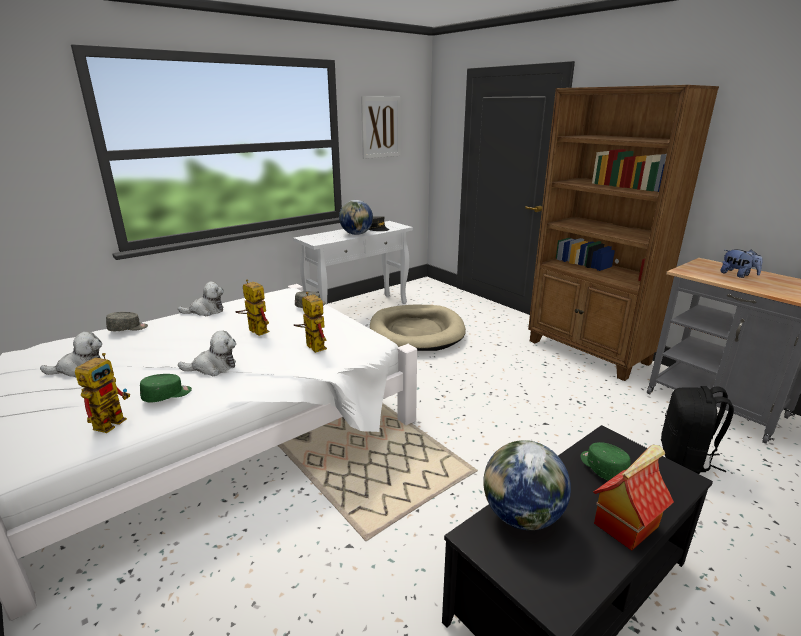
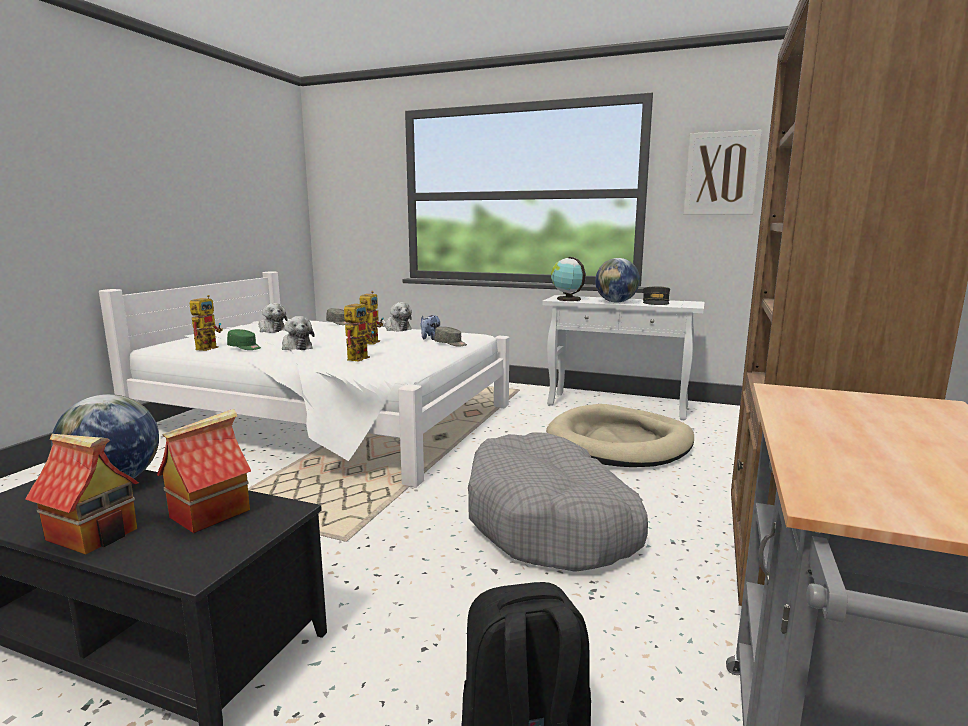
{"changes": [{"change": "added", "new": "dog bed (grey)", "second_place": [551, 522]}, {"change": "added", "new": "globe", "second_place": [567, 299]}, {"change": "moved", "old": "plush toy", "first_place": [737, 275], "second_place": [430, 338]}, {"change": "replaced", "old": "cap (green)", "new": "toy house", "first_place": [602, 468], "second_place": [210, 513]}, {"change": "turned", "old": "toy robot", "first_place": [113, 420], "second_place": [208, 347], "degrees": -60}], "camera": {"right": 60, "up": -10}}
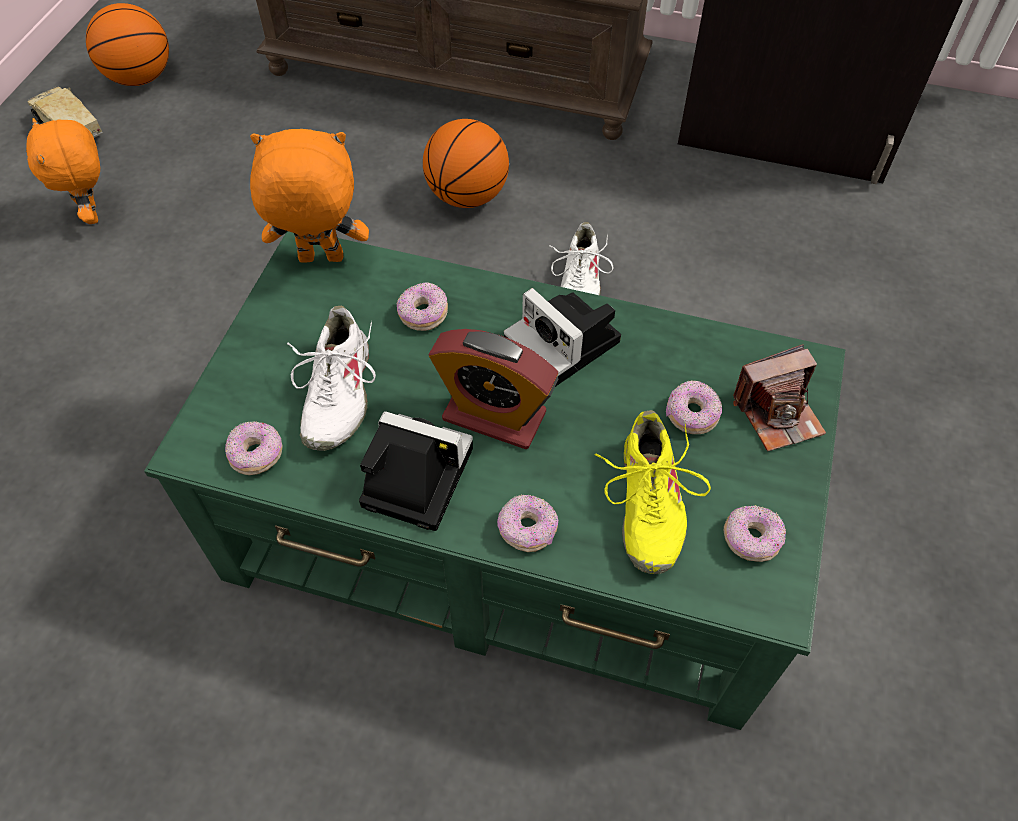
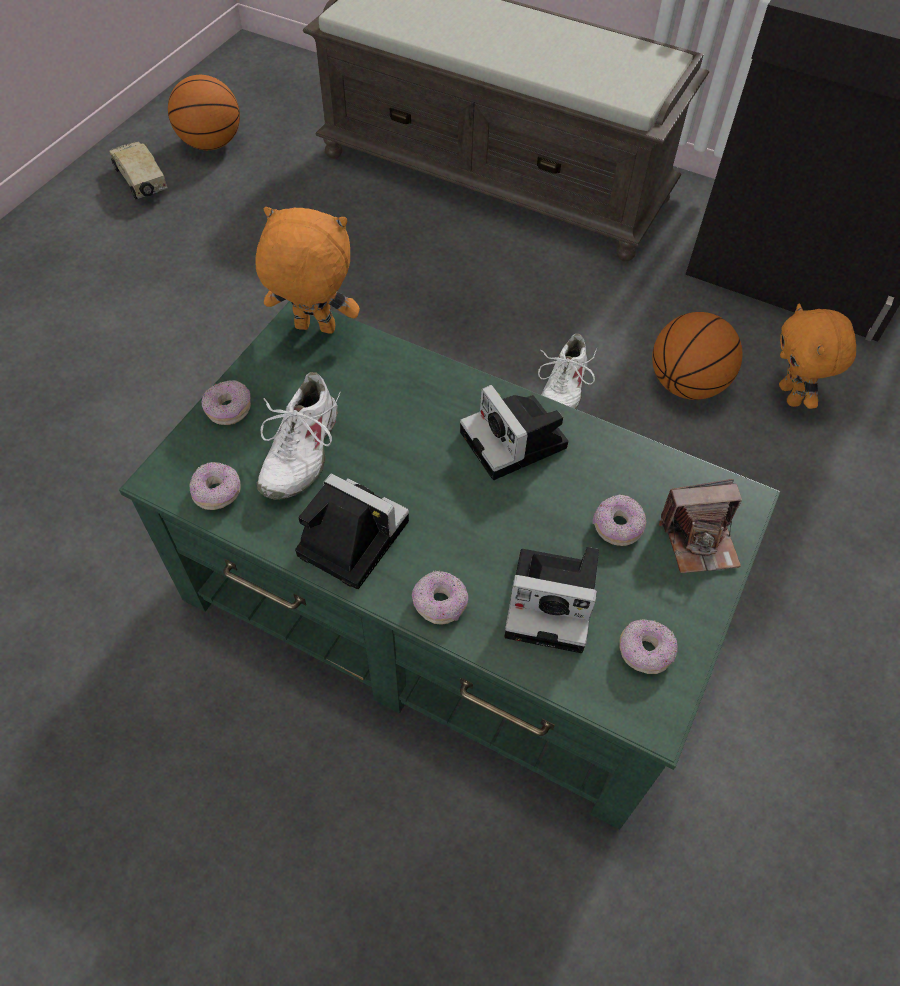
{"changes": [{"change": "removed", "old": "alarm clock", "first_place": [494, 416]}, {"change": "moved", "old": "plush toy (orange)", "first_place": [94, 214], "second_place": [791, 395]}, {"change": "moved", "old": "donut", "first_place": [423, 314], "second_place": [229, 409]}, {"change": "moved", "old": "basketball", "first_place": [467, 196], "second_place": [686, 384]}, {"change": "replaced", "old": "shoe (yellow)", "new": "photo camera", "first_place": [646, 505], "second_place": [555, 601]}], "camera": {"right": 10, "up": 0}}
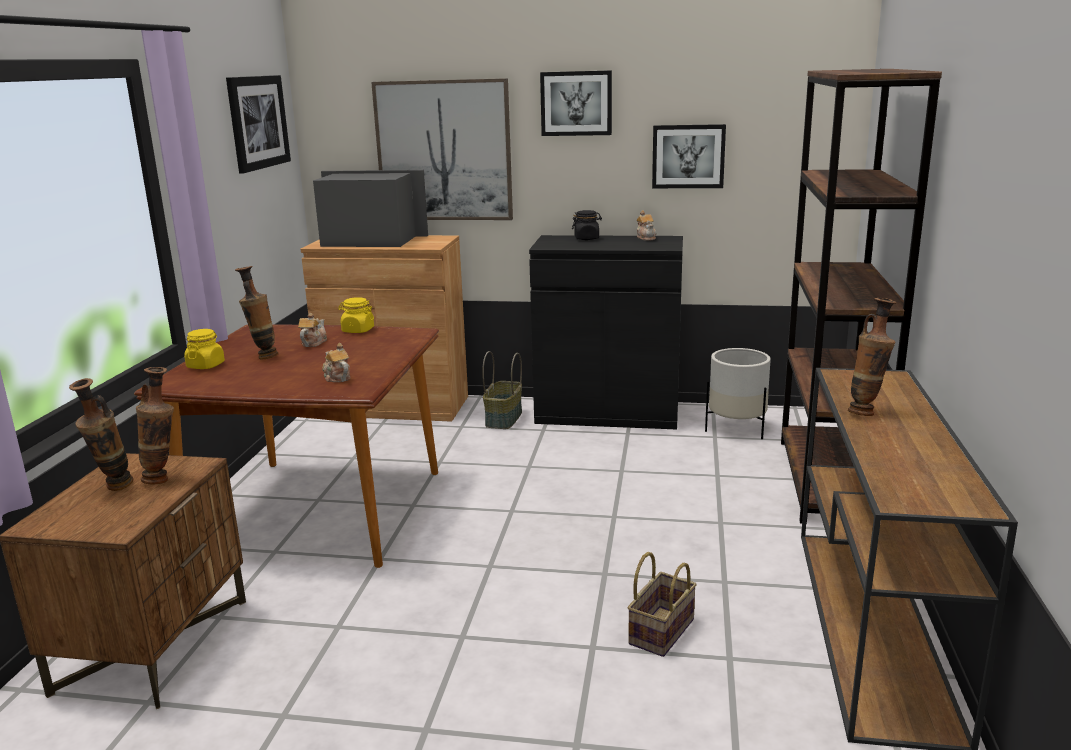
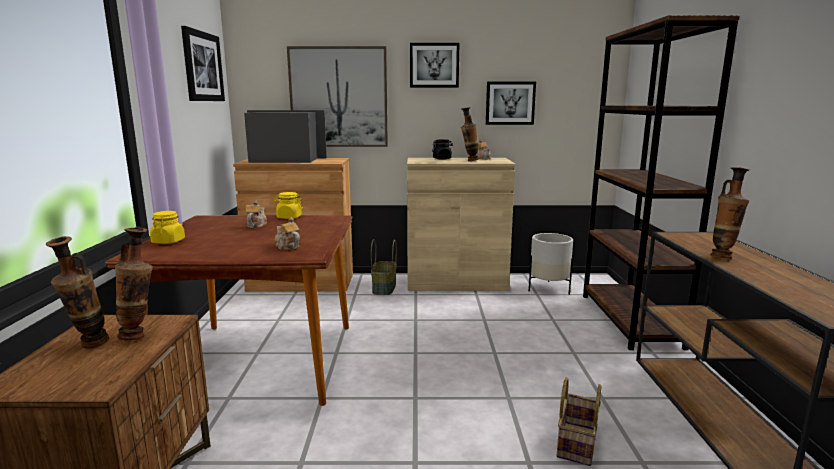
{"changes": [{"change": "moved", "old": "vase", "first_place": [263, 357], "second_place": [469, 161]}, {"change": "recoloured", "old": "cabinet (black)", "new": "cabinet (beige)", "first_place": [607, 413], "second_place": [456, 282]}], "camera": {"right": -10, "up": -5}}
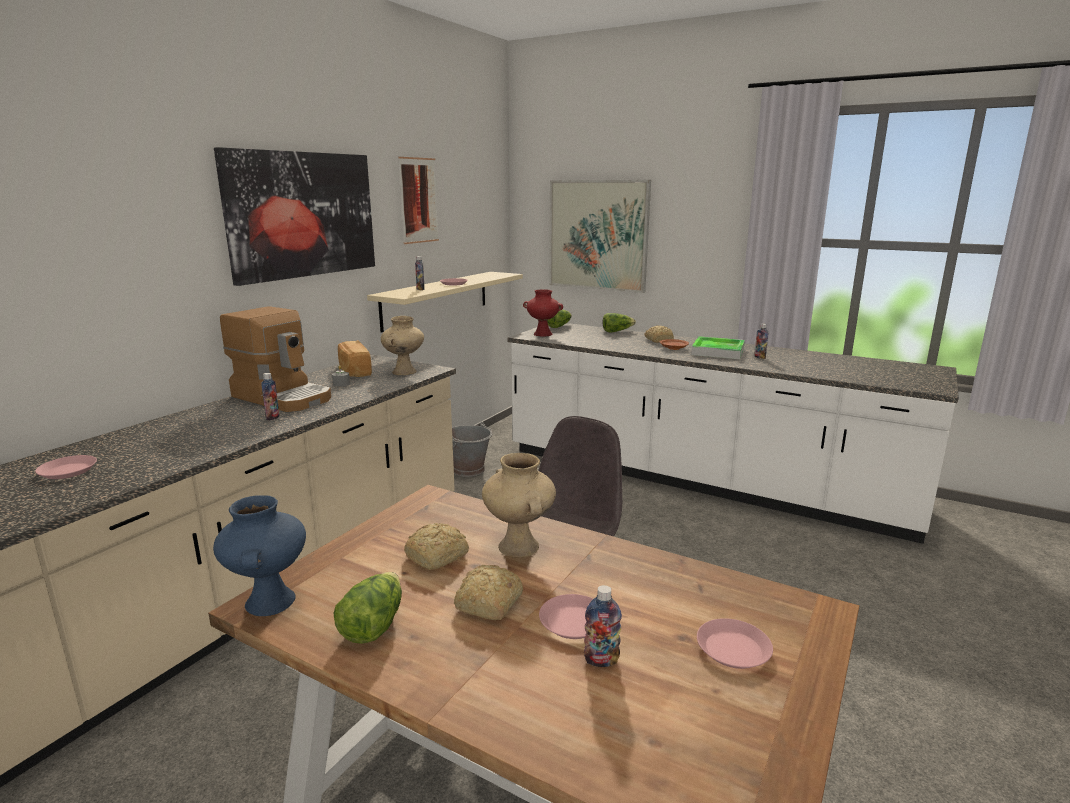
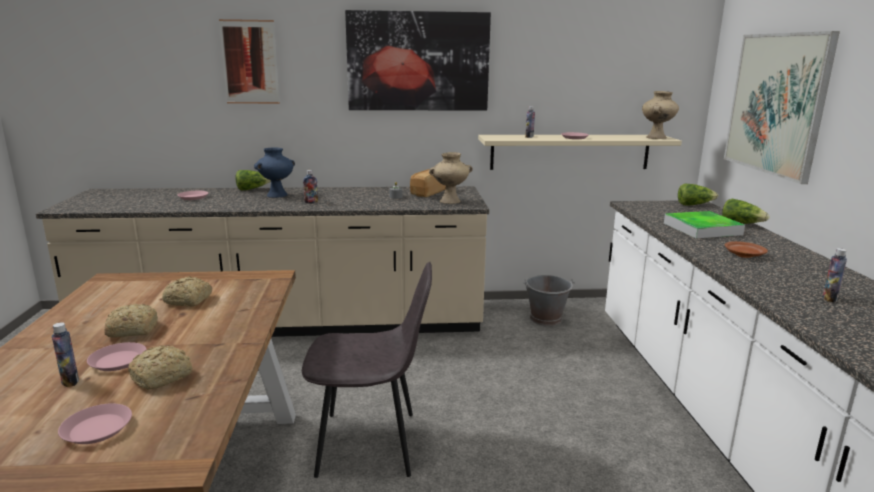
{"changes": [{"change": "removed", "old": "coffee machine", "first_place": [283, 397]}, {"change": "removed", "old": "vase (red)", "first_place": [543, 334]}, {"change": "moved", "old": "vase (blue)", "first_place": [269, 601], "second_place": [277, 195]}, {"change": "moved", "old": "lettuce", "first_place": [373, 624], "second_place": [252, 189]}, {"change": "moved", "old": "picture", "first_place": [418, 200], "second_place": [250, 62]}, {"change": "moved", "old": "vase (beige)", "first_place": [520, 547], "second_place": [656, 138]}, {"change": "moved", "old": "bread", "first_place": [659, 340], "second_place": [163, 377]}, {"change": "moved", "old": "tray", "first_place": [718, 351], "second_place": [702, 229]}], "camera": {"right": 55, "up": 0}}
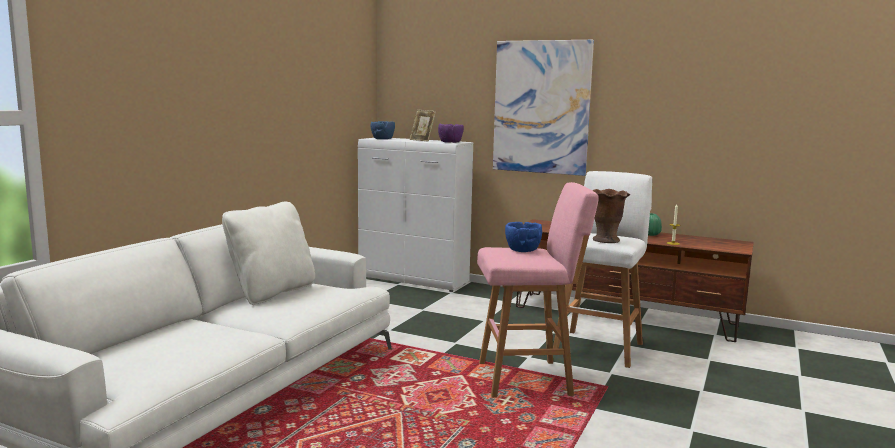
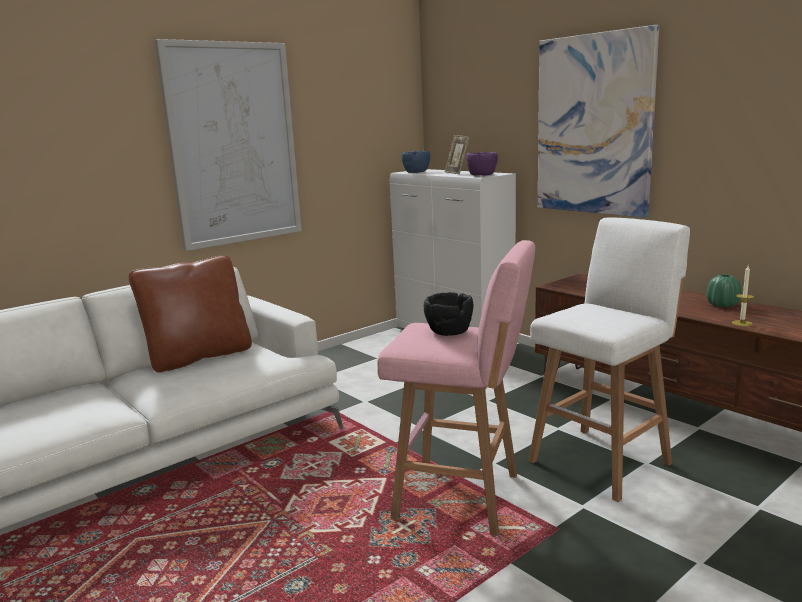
{"changes": [{"change": "removed", "old": "vase (brown)", "first_place": [606, 240]}, {"change": "added", "new": "picture", "second_place": [233, 144]}, {"change": "recoloured", "old": "pillow (white)", "new": "pillow (brown)", "first_place": [272, 292], "second_place": [199, 357]}, {"change": "recoloured", "old": "bowl (blue)", "new": "bowl (black)", "first_place": [522, 250], "second_place": [449, 331]}], "camera": {"right": 25, "up": 5}}
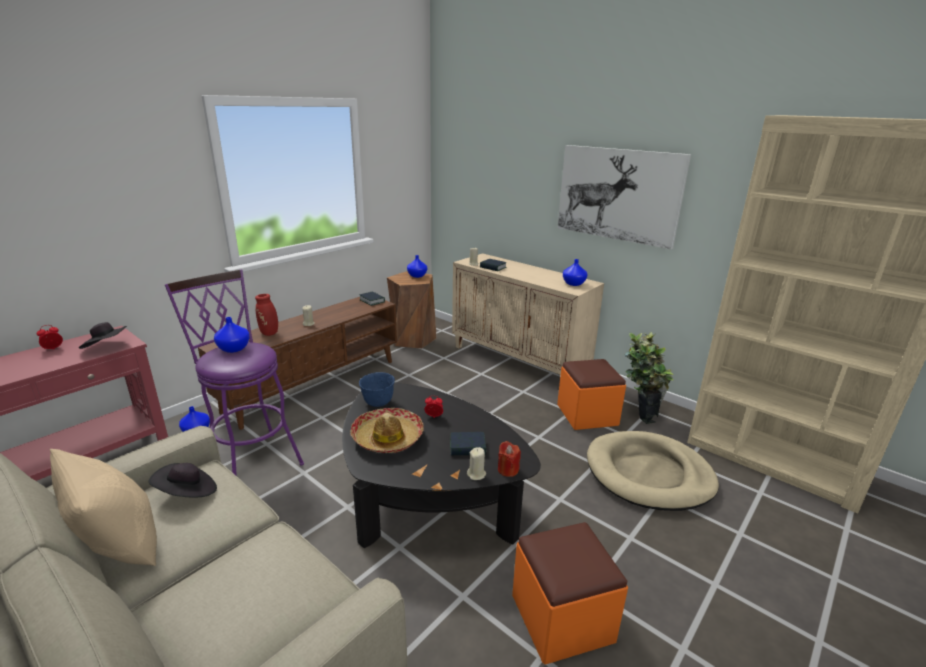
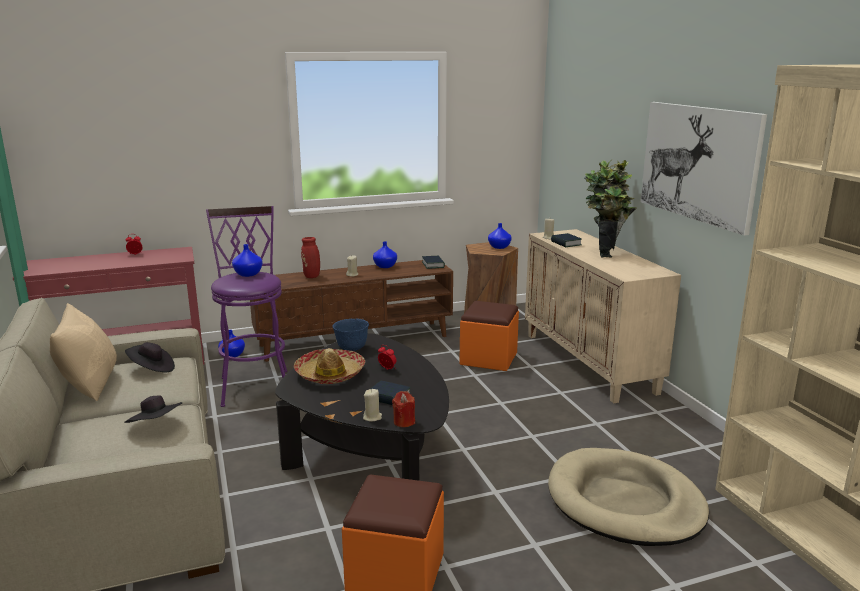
{"changes": [{"change": "moved", "old": "hat (black)", "first_place": [107, 347], "second_place": [156, 426]}, {"change": "moved", "old": "ottoman (orange)", "first_place": [587, 415], "second_place": [488, 358]}, {"change": "moved", "old": "vase (blue)", "first_place": [573, 284], "second_place": [384, 266]}, {"change": "moved", "old": "potted plant", "first_place": [639, 413], "second_place": [606, 252]}], "camera": {"right": 30, "up": -5}}
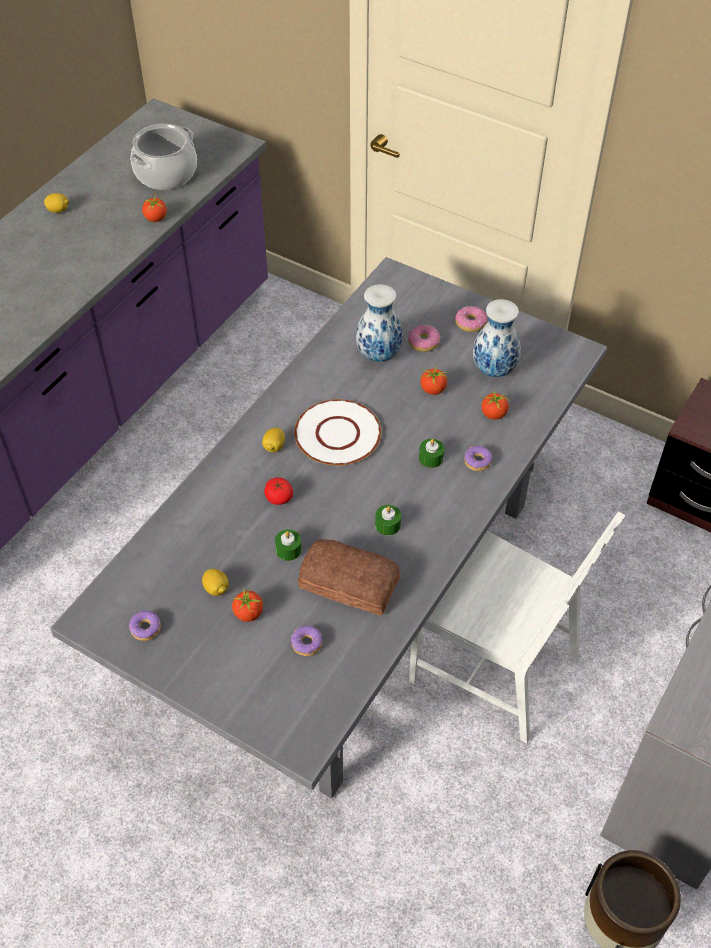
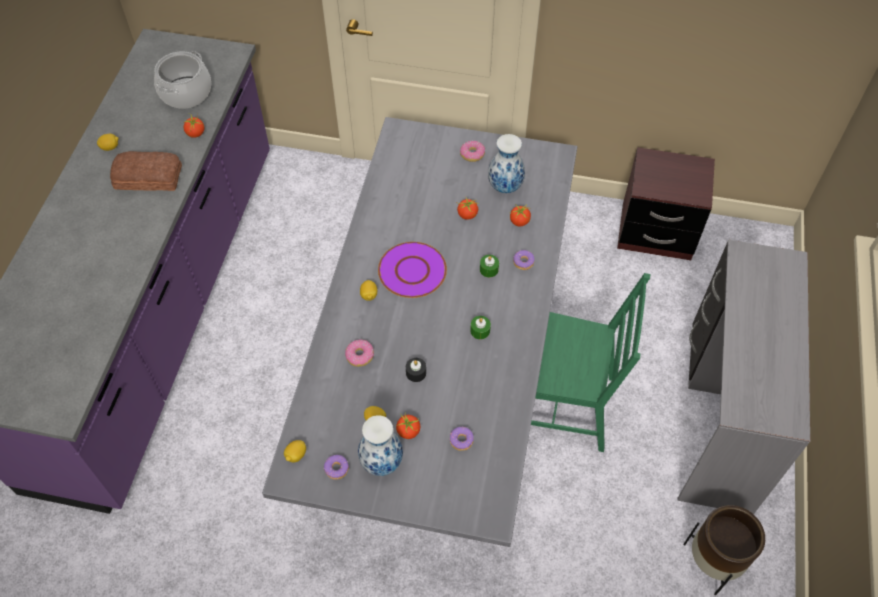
{"changes": [{"change": "removed", "old": "tomato", "first_place": [279, 497]}, {"change": "added", "new": "lemon", "second_place": [296, 455]}, {"change": "moved", "old": "bread", "first_place": [348, 581], "second_place": [147, 176]}, {"change": "moved", "old": "vase", "first_place": [378, 355], "second_place": [381, 463]}, {"change": "moved", "old": "donut", "first_place": [423, 342], "second_place": [359, 355]}, {"change": "recoloured", "old": "candle (green)", "new": "candle (black)", "first_place": [288, 550], "second_place": [416, 373]}, {"change": "recoloured", "old": "plate (white)", "new": "plate (purple)", "first_place": [337, 433], "second_place": [412, 270]}, {"change": "recoloured", "old": "chair (white)", "new": "chair (green)", "first_place": [496, 667], "second_place": [561, 403]}], "camera": {"right": -20, "up": 5}}
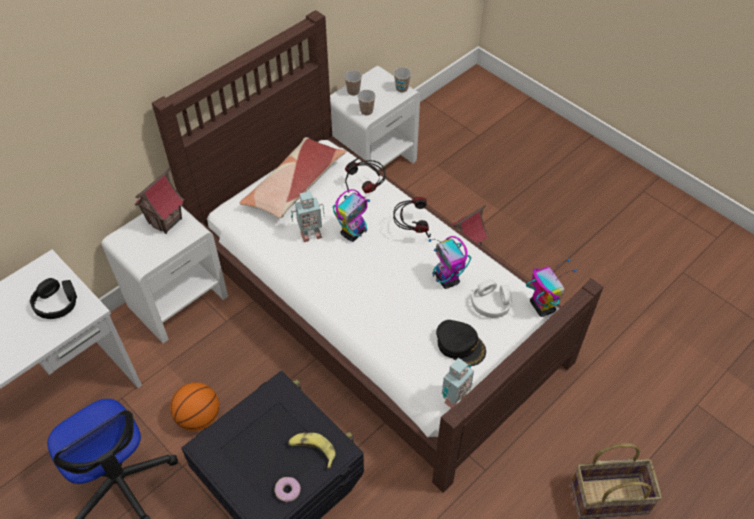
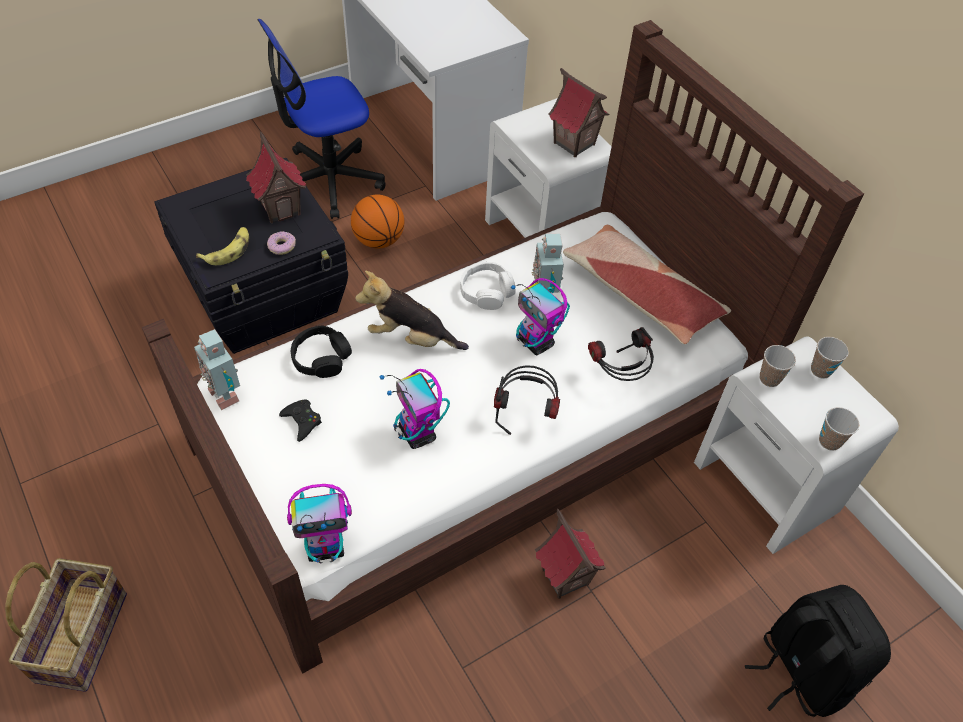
{"changes": [{"change": "added", "new": "toy house", "second_place": [281, 209]}, {"change": "added", "new": "plush toy", "second_place": [411, 338]}, {"change": "added", "new": "backpack (black)", "second_place": [801, 670]}, {"change": "moved", "old": "headphones (black)", "first_place": [56, 303], "second_place": [321, 358]}, {"change": "moved", "old": "donut", "first_place": [287, 491], "second_place": [281, 246]}, {"change": "moved", "old": "headphones (white)", "first_place": [491, 303], "second_place": [486, 292]}, {"change": "replaced", "old": "cap (black)", "new": "game controller (black)", "first_place": [460, 345], "second_place": [302, 421]}, {"change": "turned", "old": "toy robot", "first_place": [447, 280], "second_place": [418, 434], "degrees": -105}], "camera": {"right": 100, "up": 0}}
